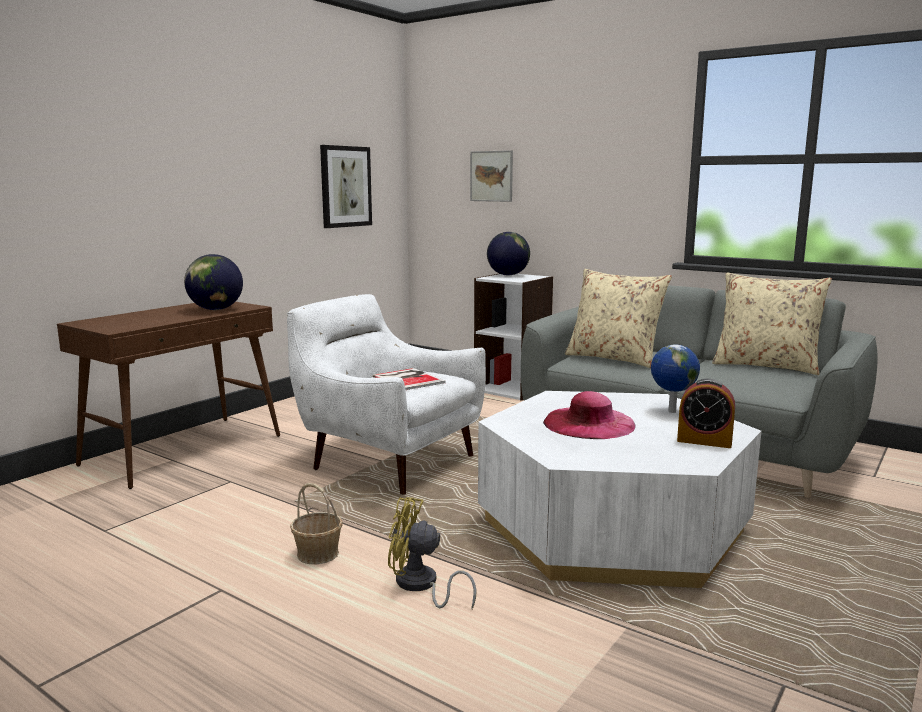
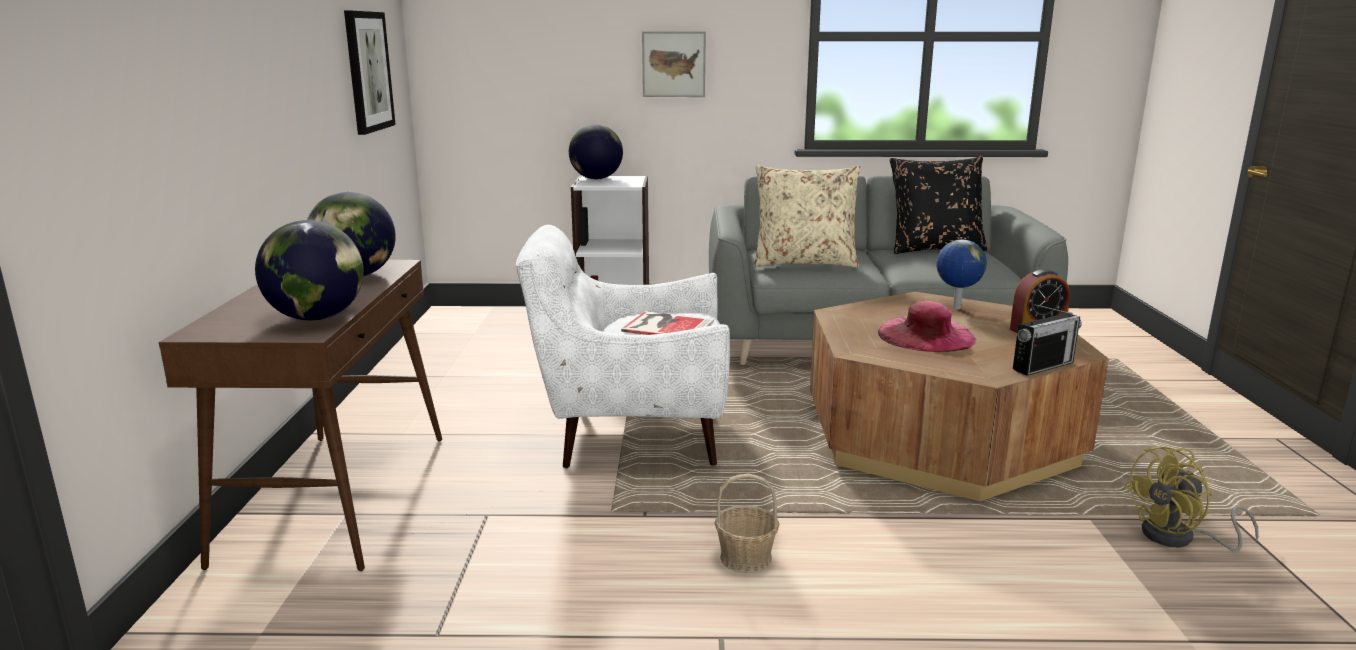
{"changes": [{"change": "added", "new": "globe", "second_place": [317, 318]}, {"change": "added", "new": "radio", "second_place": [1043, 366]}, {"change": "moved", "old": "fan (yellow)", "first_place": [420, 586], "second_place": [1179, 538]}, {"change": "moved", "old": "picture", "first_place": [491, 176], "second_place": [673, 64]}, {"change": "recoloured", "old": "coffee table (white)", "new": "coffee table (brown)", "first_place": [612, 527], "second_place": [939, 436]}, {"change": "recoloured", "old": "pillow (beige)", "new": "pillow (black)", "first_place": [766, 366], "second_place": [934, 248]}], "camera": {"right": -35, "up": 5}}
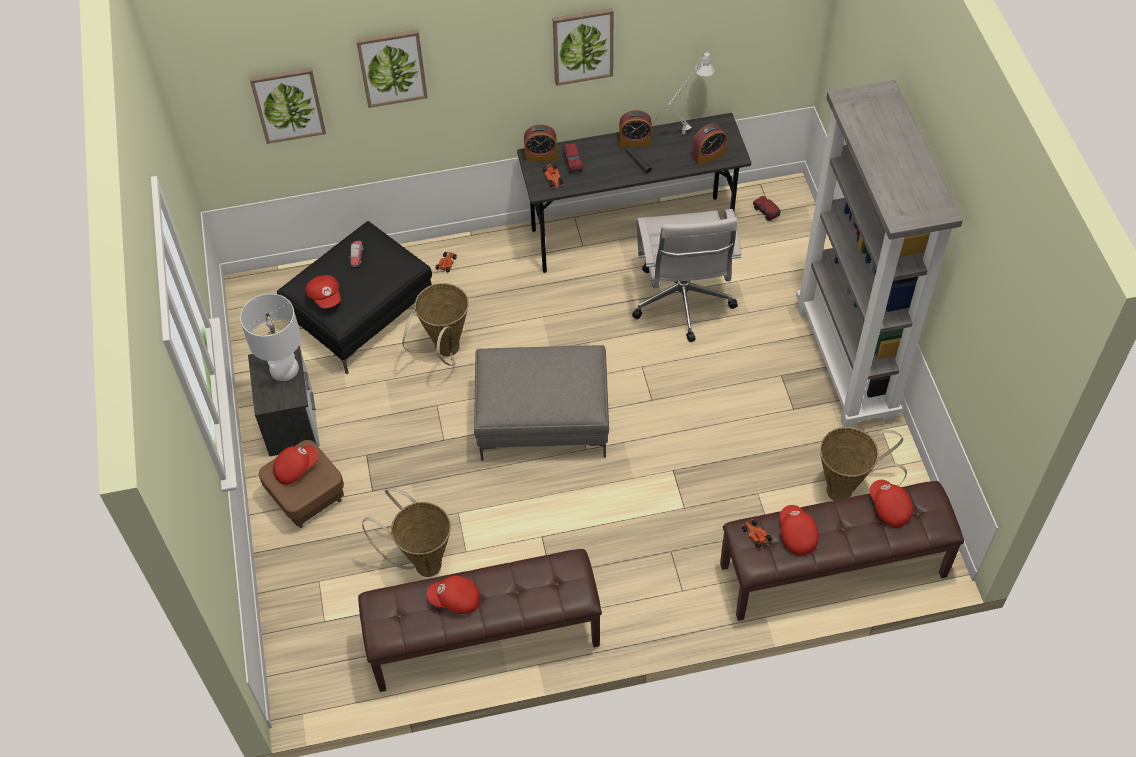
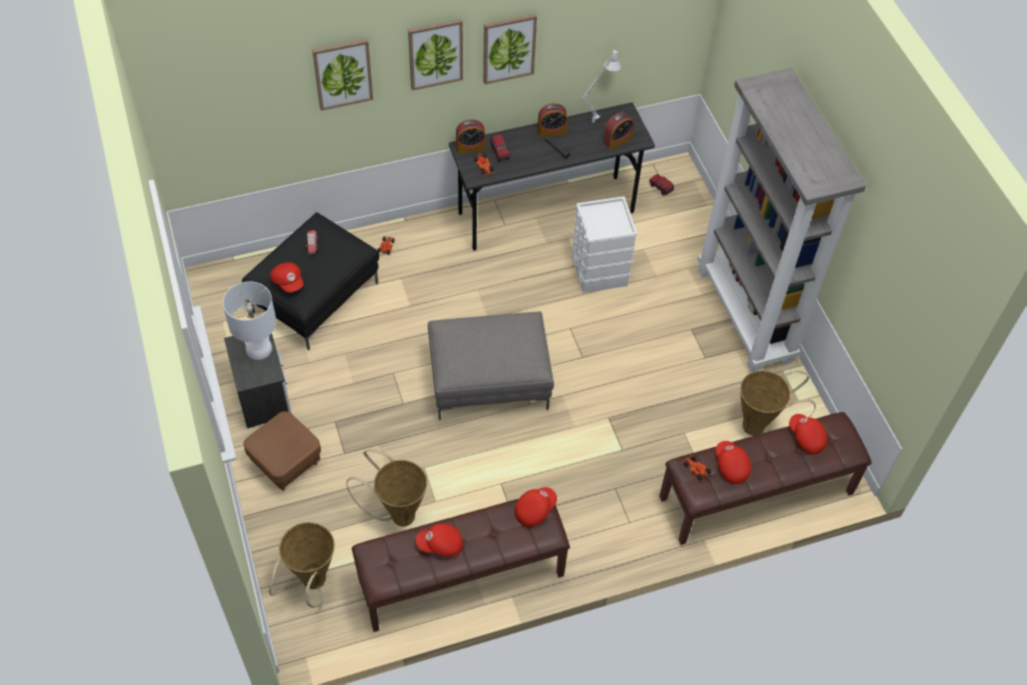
{"changes": [{"change": "moved", "old": "picture", "first_place": [288, 104], "second_place": [435, 53]}, {"change": "moved", "old": "cap (red)", "first_place": [296, 468], "second_place": [534, 509]}, {"change": "moved", "old": "basket", "first_place": [444, 352], "second_place": [311, 584]}, {"change": "replaced", "old": "office chair (white)", "new": "storage box (white)", "first_place": [683, 304], "second_place": [599, 272]}], "camera": {"right": -10, "up": 0}}
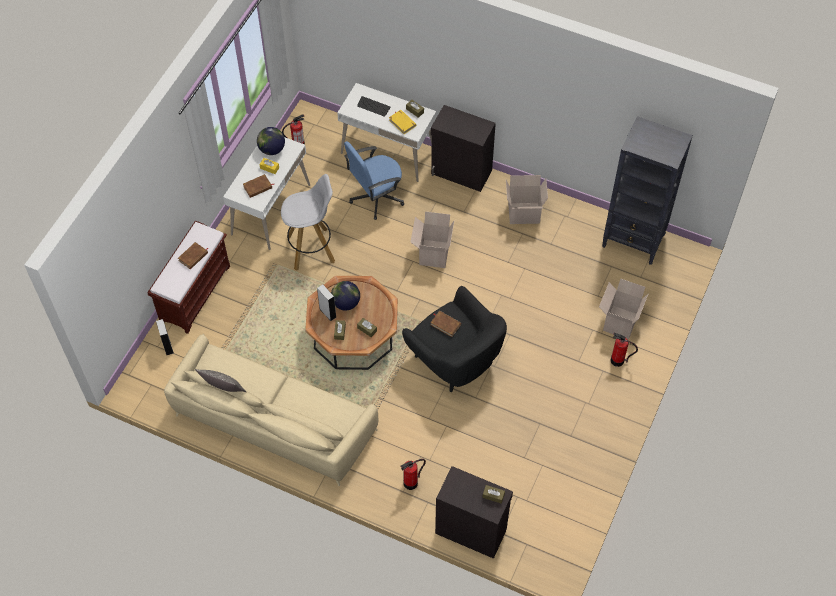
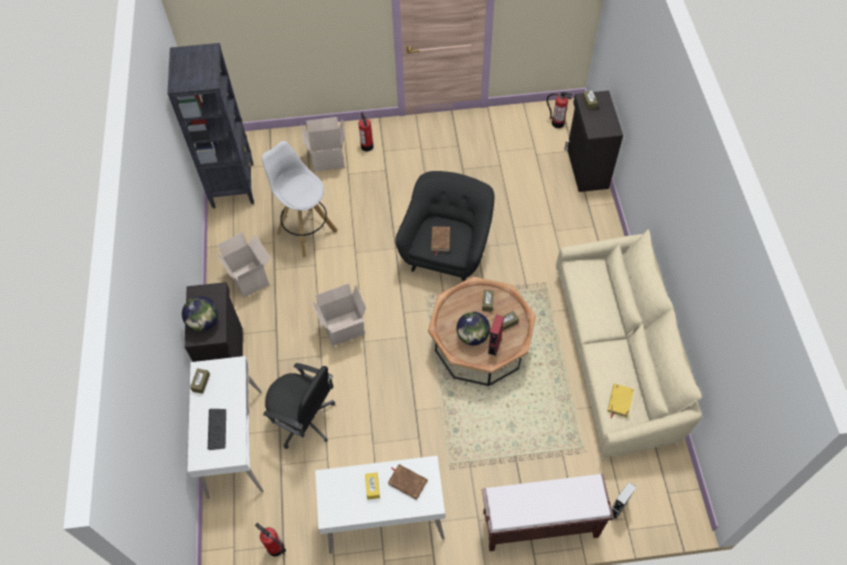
{"changes": [{"change": "removed", "old": "book (brown)", "first_place": [193, 257]}, {"change": "removed", "old": "pillow", "first_place": [223, 389]}, {"change": "moved", "old": "globe", "first_place": [272, 149], "second_place": [204, 322]}, {"change": "moved", "old": "stool (white)", "first_place": [312, 249], "second_place": [306, 231]}, {"change": "moved", "old": "book (yellow)", "first_place": [402, 123], "second_place": [619, 401]}, {"change": "moved", "old": "fire extinguisher", "first_place": [410, 483], "second_place": [557, 123]}, {"change": "recoloured", "old": "speaker (grey)", "new": "speaker (red)", "first_place": [327, 312], "second_place": [494, 345]}, {"change": "recoloured", "old": "office chair (blue)", "new": "office chair (black)", "first_place": [376, 197], "second_place": [304, 420]}], "camera": {"right": -120, "up": 0}}
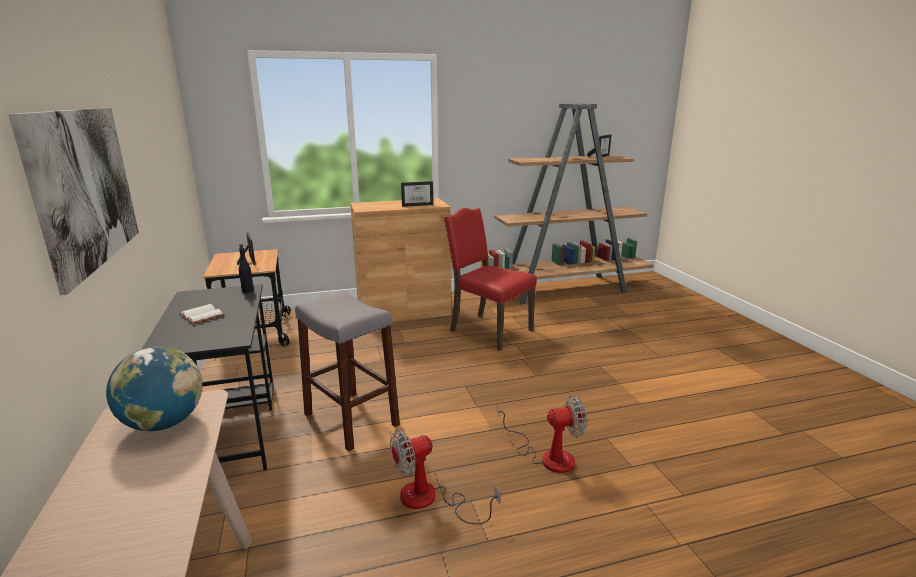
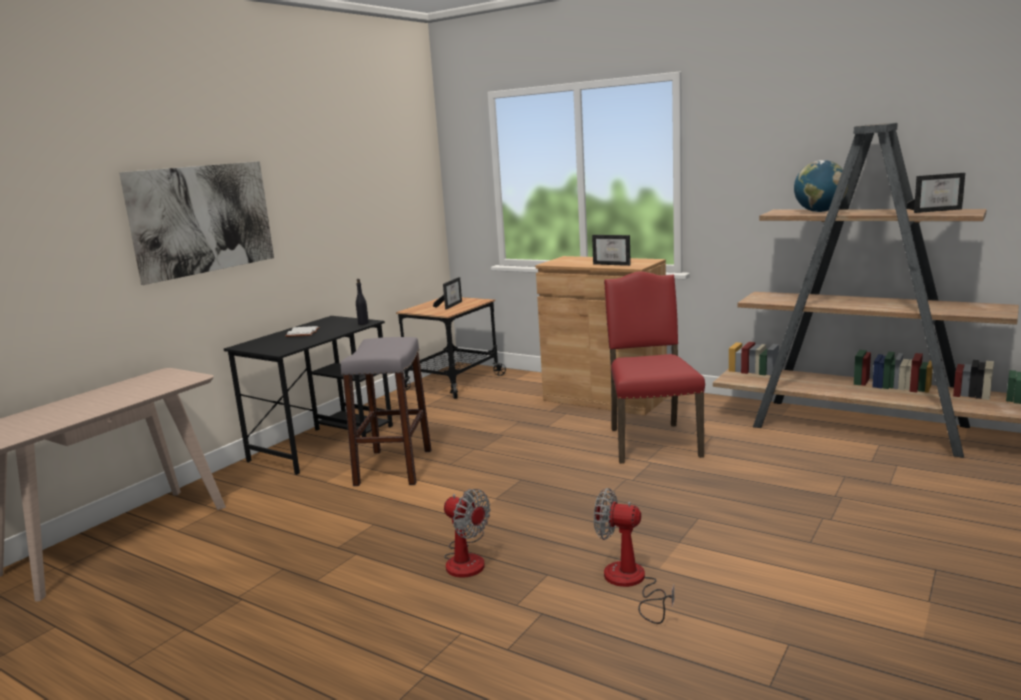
{"changes": [{"change": "moved", "old": "globe", "first_place": [164, 423], "second_place": [819, 211]}, {"change": "moved", "old": "fan", "first_place": [430, 500], "second_place": [631, 583]}], "camera": {"right": 50, "up": -5}}
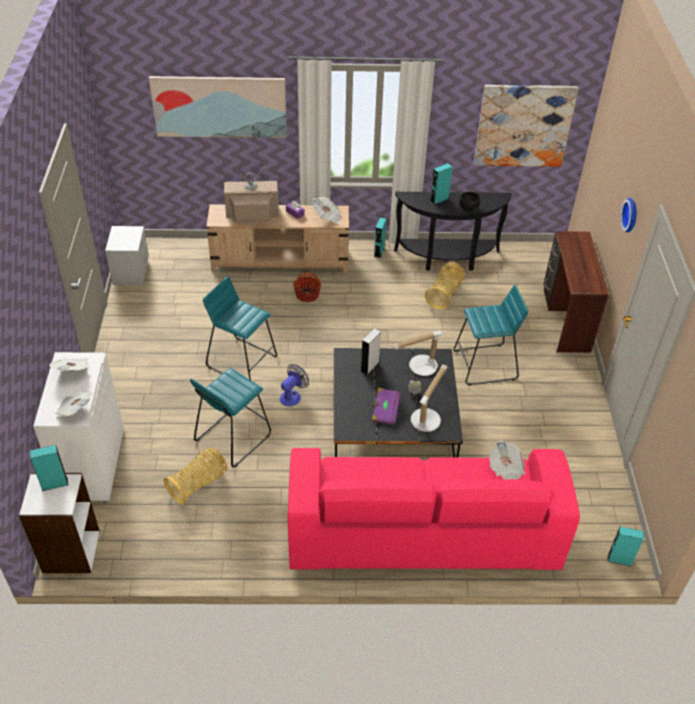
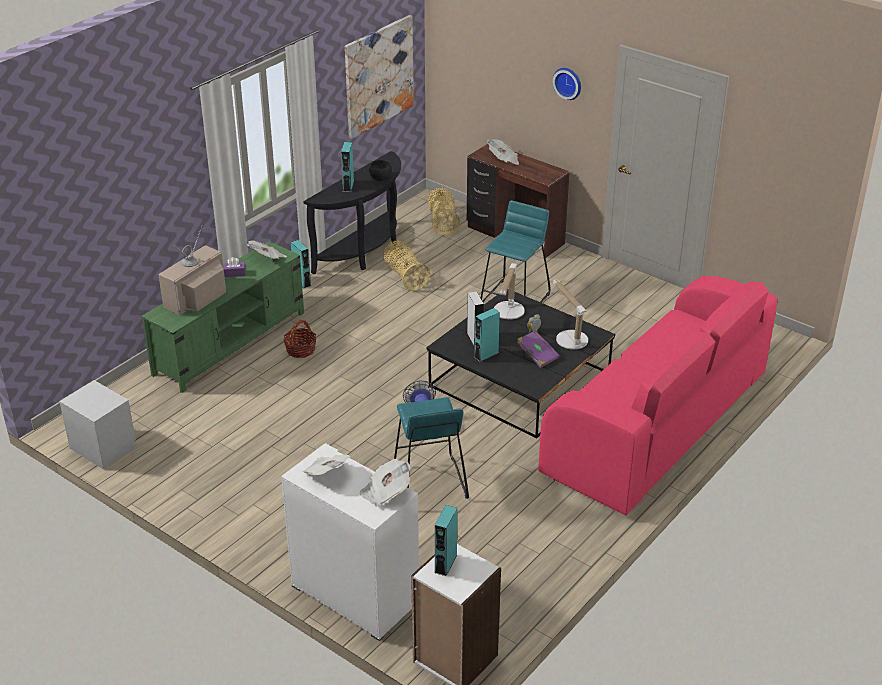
{"changes": [{"change": "removed", "old": "picture", "first_place": [219, 107]}, {"change": "removed", "old": "stool (turquoise)", "first_place": [242, 361]}, {"change": "moved", "old": "basket", "first_place": [198, 483], "second_place": [443, 221]}, {"change": "moved", "old": "newspaper", "first_place": [505, 469], "second_place": [503, 160]}, {"change": "moved", "old": "speaker (turquoise)", "first_place": [619, 559], "second_place": [486, 355]}, {"change": "recoloured", "old": "tv stand (beige)", "new": "tv stand (green)", "first_place": [280, 260], "second_place": [230, 343]}], "camera": {"right": -50, "up": -10}}
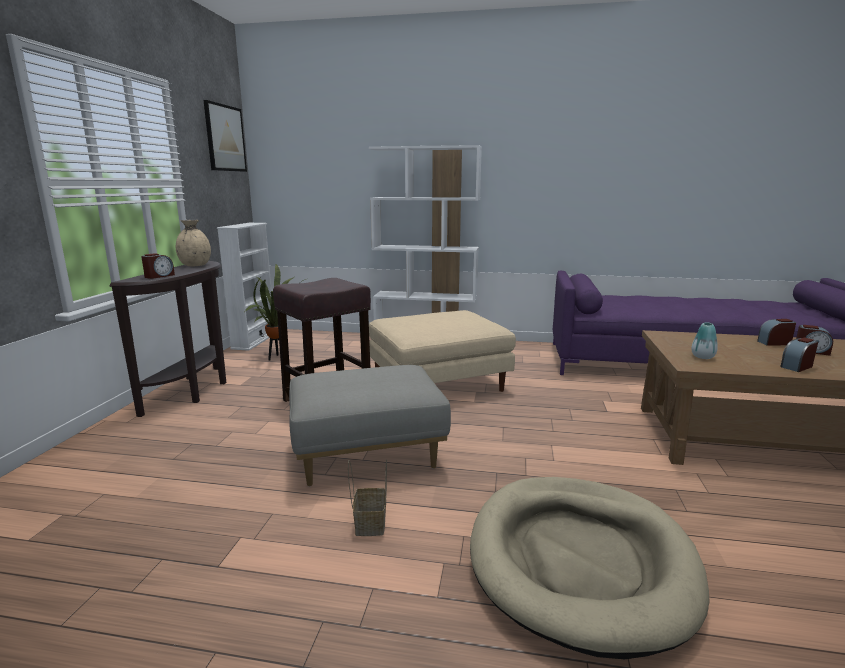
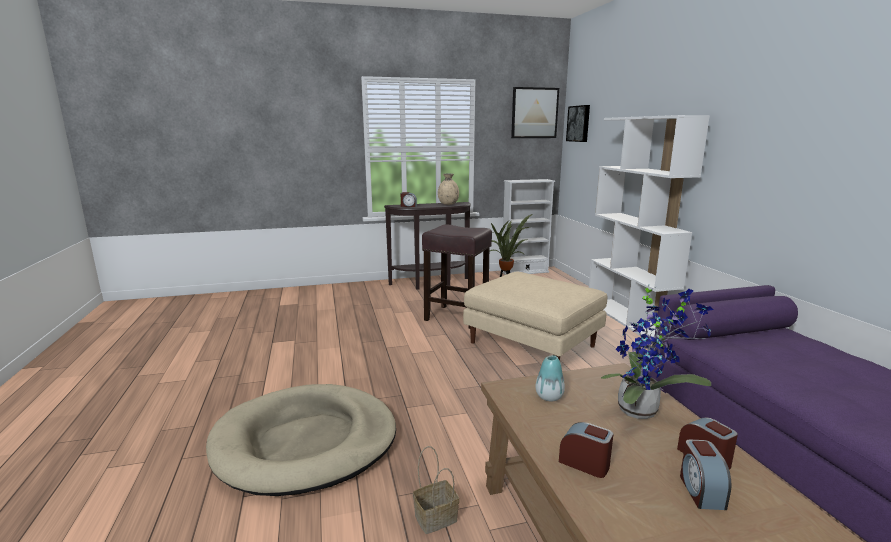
{"changes": [{"change": "removed", "old": "ottoman (grey)", "first_place": [366, 457]}, {"change": "added", "new": "picture", "second_place": [579, 123]}, {"change": "added", "new": "potted plant", "second_place": [643, 410]}, {"change": "moved", "old": "basket", "first_place": [369, 523], "second_place": [436, 517]}], "camera": {"right": 65, "up": 0}}
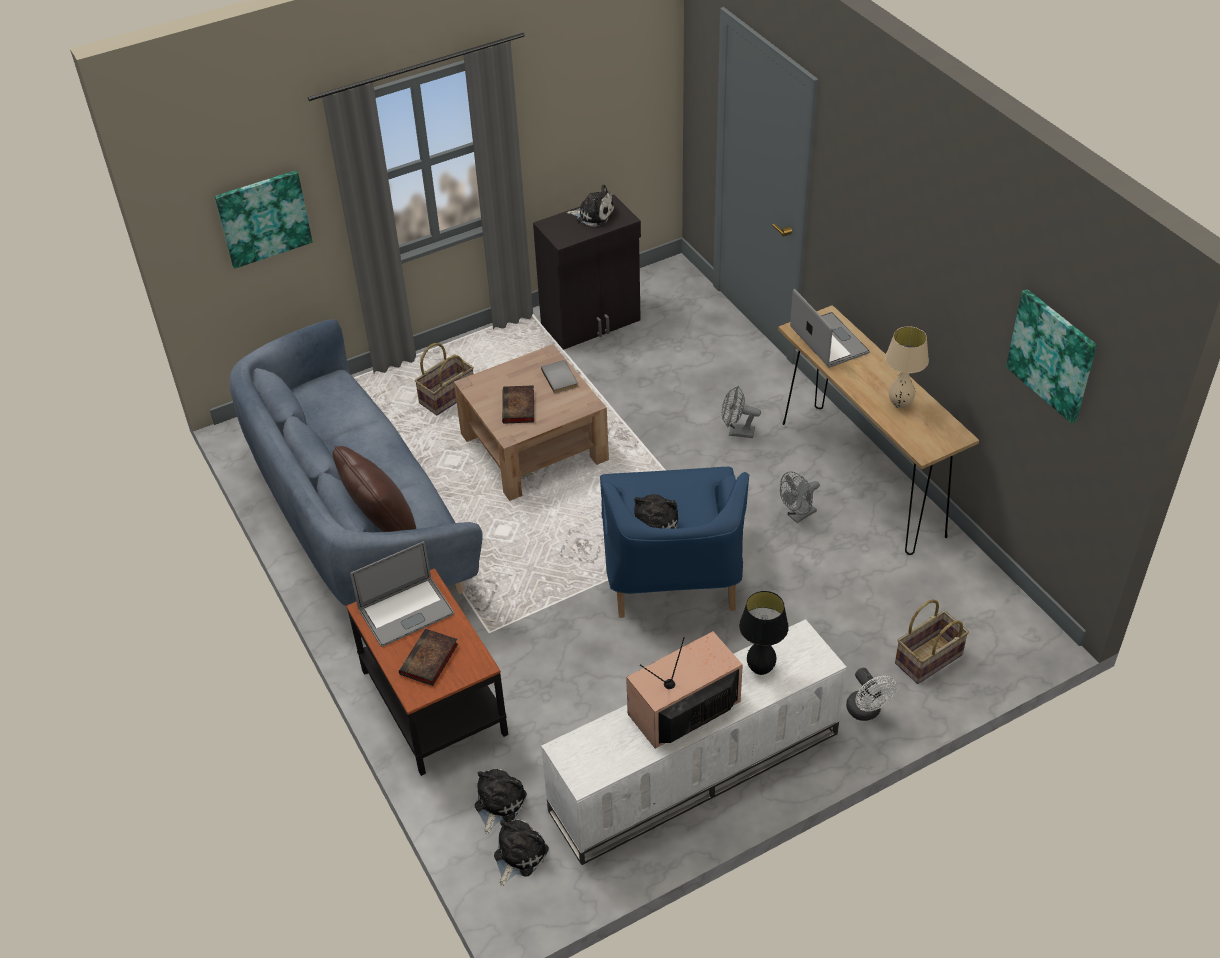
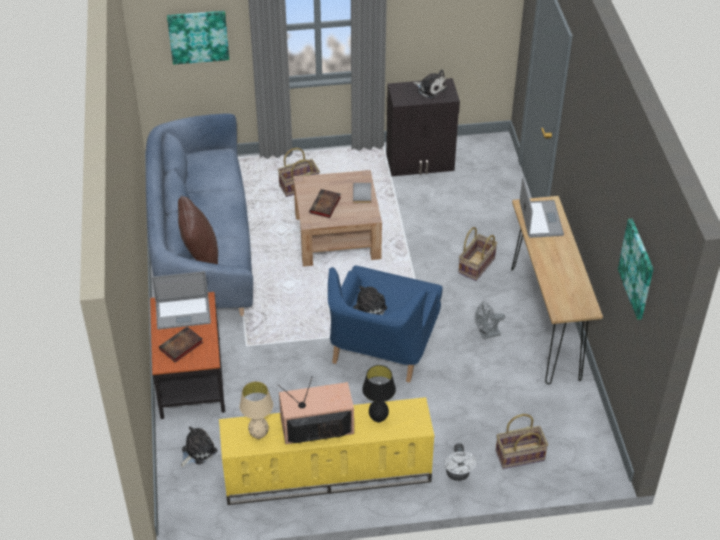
{"changes": [{"change": "removed", "old": "plush toy", "first_place": [518, 855]}, {"change": "moved", "old": "table lamp (beige)", "first_place": [900, 404], "second_place": [259, 435]}, {"change": "replaced", "old": "fan (grey)", "new": "basket", "first_place": [737, 432], "second_place": [477, 266]}, {"change": "recoloured", "old": "tv stand (white)", "new": "tv stand (yellow)", "first_place": [694, 773], "second_place": [326, 475]}], "camera": {"right": 20, "up": 0}}
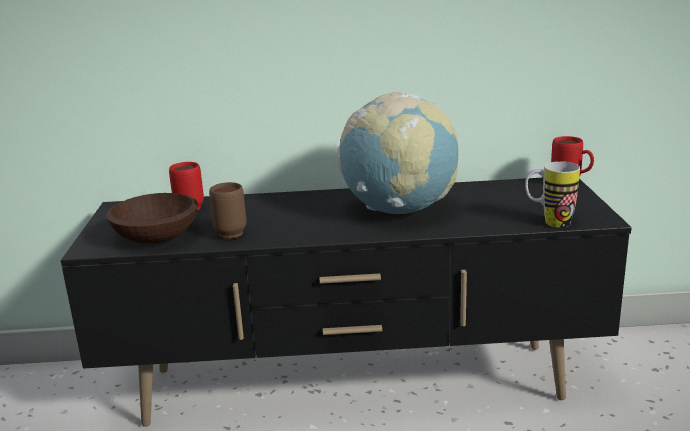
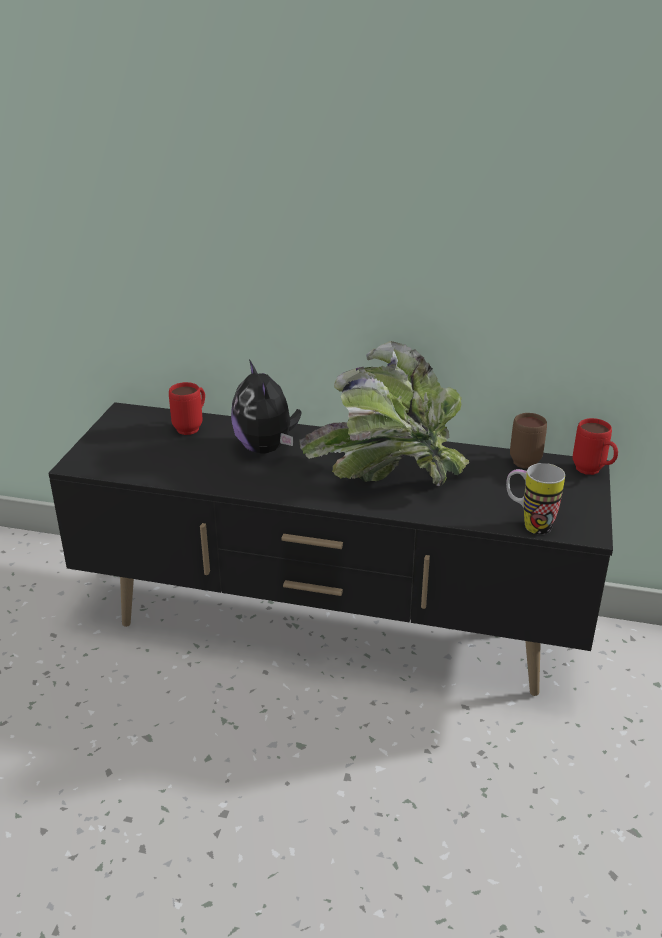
{"changes": [{"change": "removed", "old": "bowl (brown)", "first_place": [158, 237]}, {"change": "added", "new": "plush toy", "second_place": [266, 448]}, {"change": "moved", "old": "mug (brown)", "first_place": [231, 232], "second_place": [524, 459]}, {"change": "replaced", "old": "globe", "new": "potted plant", "first_place": [399, 210], "second_place": [387, 474]}], "camera": {"right": 15, "up": 10}}
